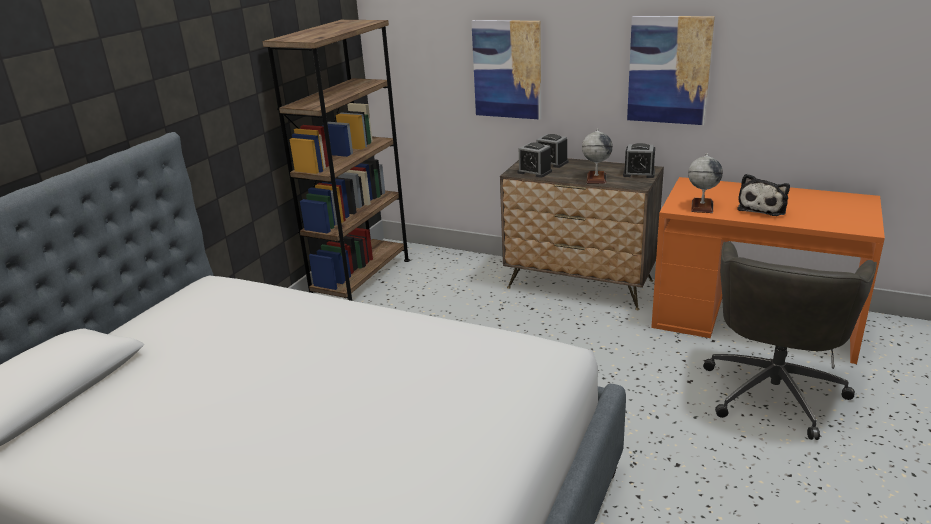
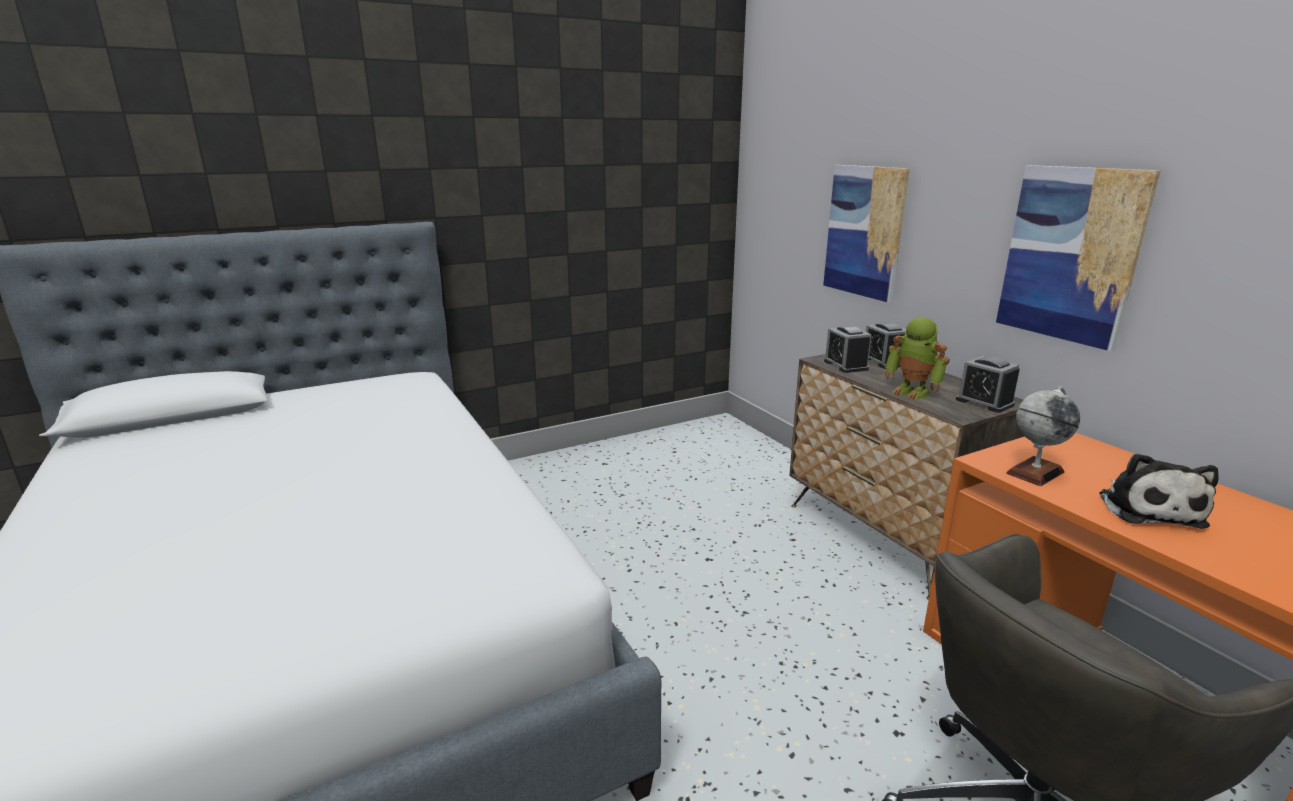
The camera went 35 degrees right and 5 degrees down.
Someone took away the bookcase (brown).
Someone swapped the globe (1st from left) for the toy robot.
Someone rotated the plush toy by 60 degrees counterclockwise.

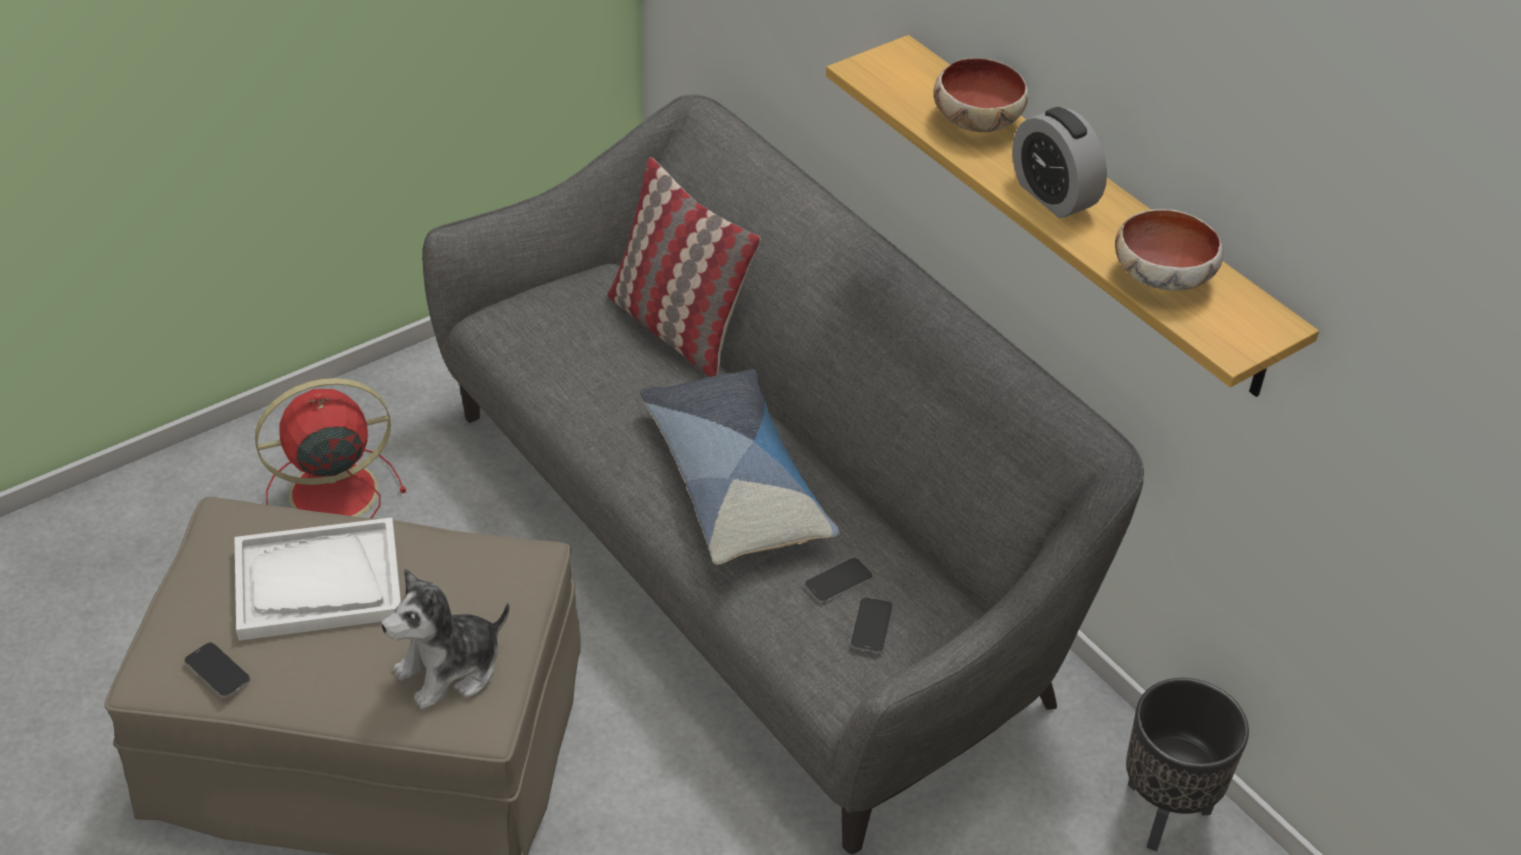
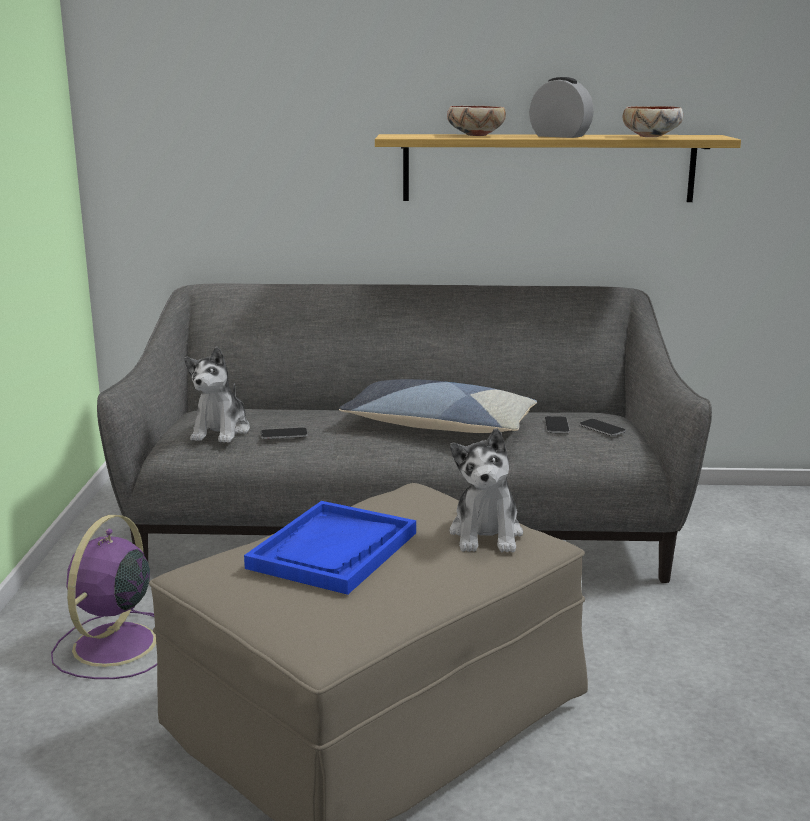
The camera went 50 degrees left and 25 degrees down.
Someone took away the pillow (1st from left).
Someone took away the planter (black).
Someone put down the plush toy (1st from left).
Someone carried the phone (1st from left).
Someone repainted the tray (white), which became the tray (blue).
Someone repainted the fan (red), which became the fan (purple).
Someone rotated the alarm clock by 150 degrees counterclockwise.

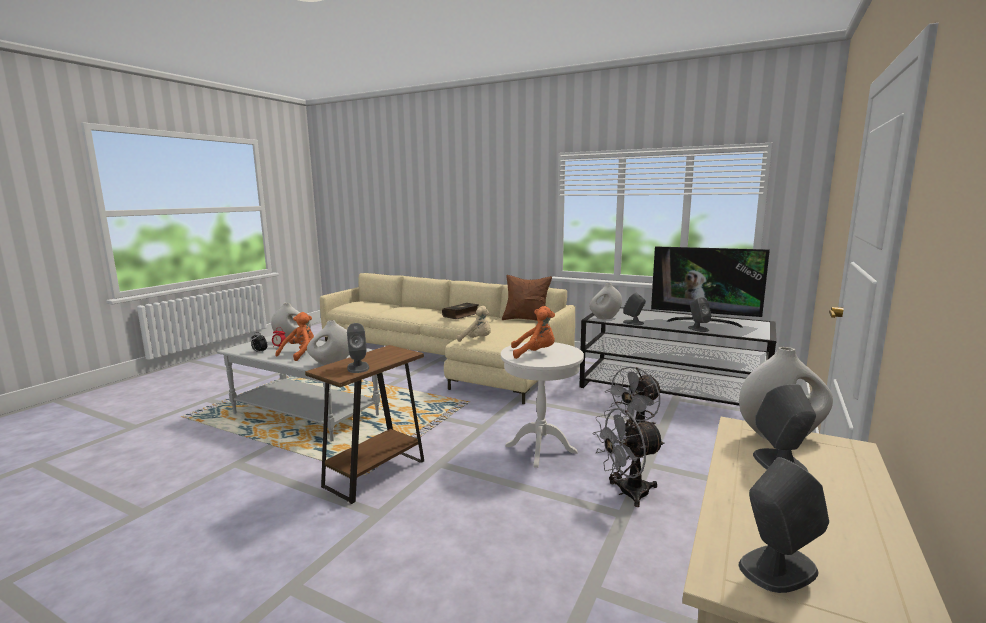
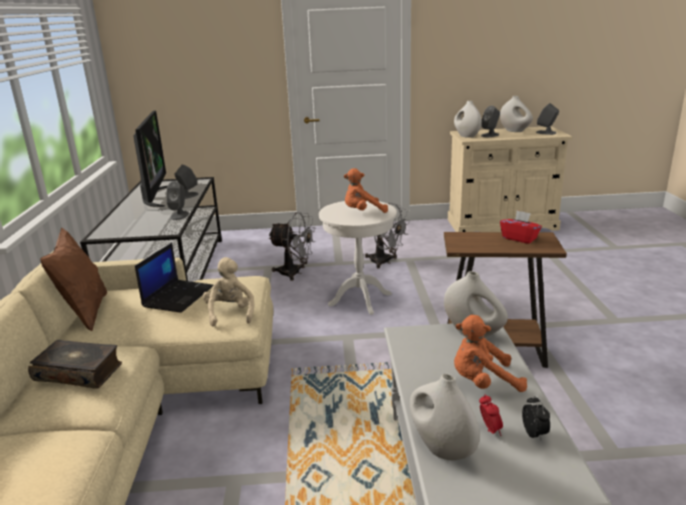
The camera went 120 degrees left and 10 degrees up.
Someone put down the laptop.
Someone carried the vase (white) (3rd from left in the first image).
Someone swapped the speaker (grey) (1st from left) for the tissue box (red).
Someone rotated the plush toy (orange) (2nd from left in the first image) by 75 degrees counterclockwise.

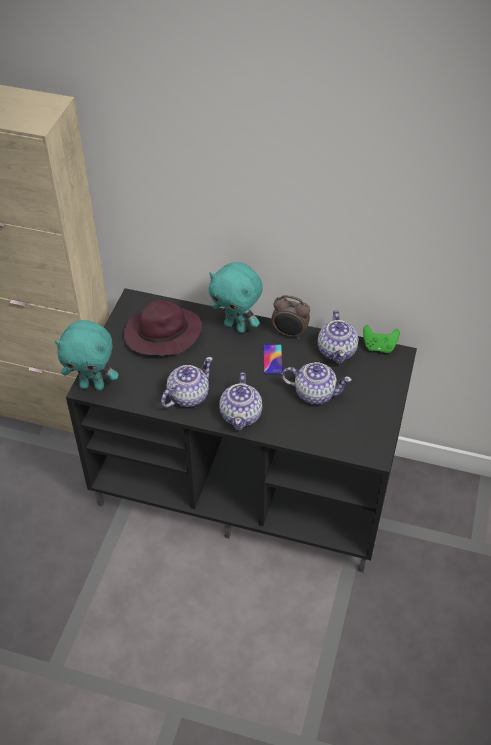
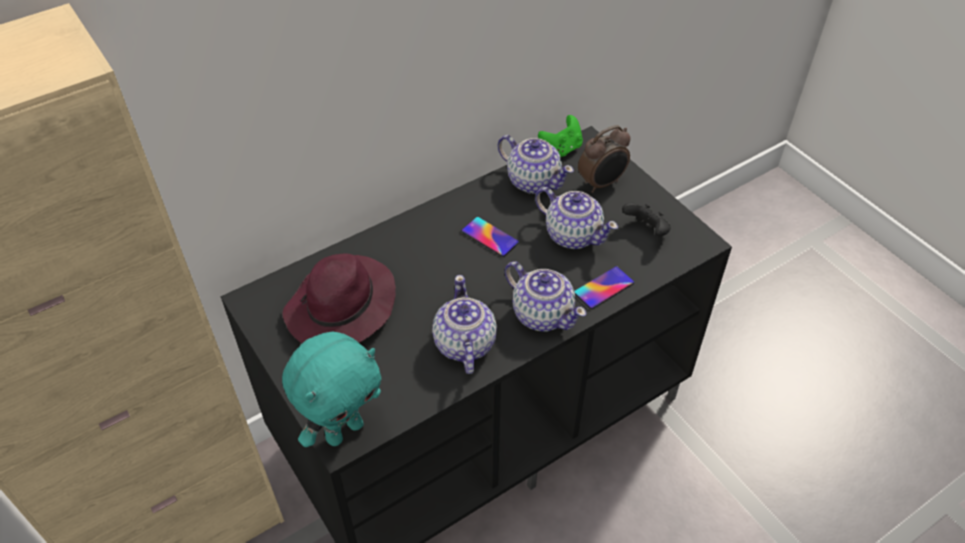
The camera went 50 degrees left and 0 degrees up.
Someone took away the plush toy (turquoise) (2nd from left).
Someone put down the phone (2nd from left).
Someone put down the game controller (black).
Someone carried the alarm clock.
Someone rotated the teapot (3rd from left in the first image) by 75 degrees clockwise.

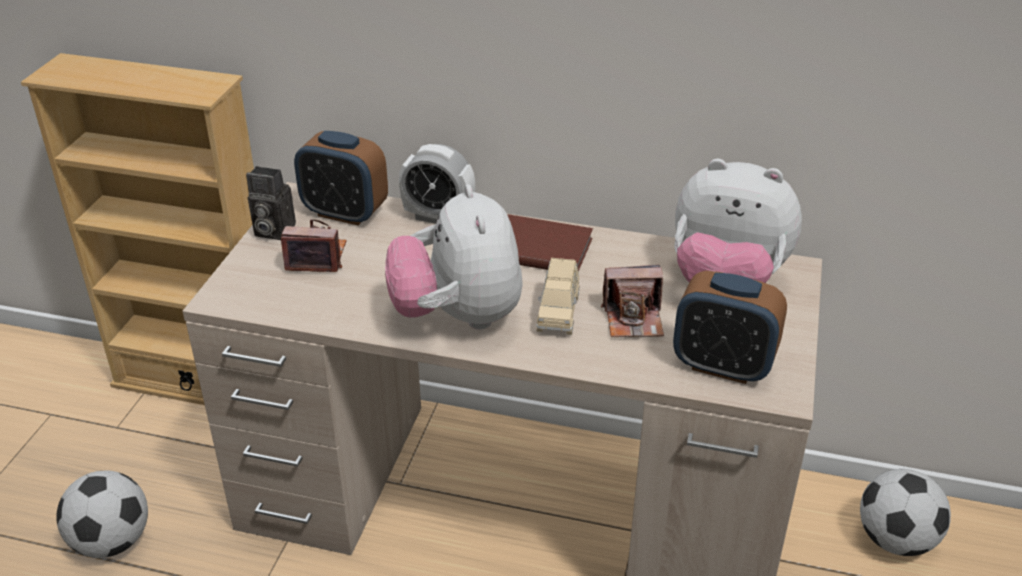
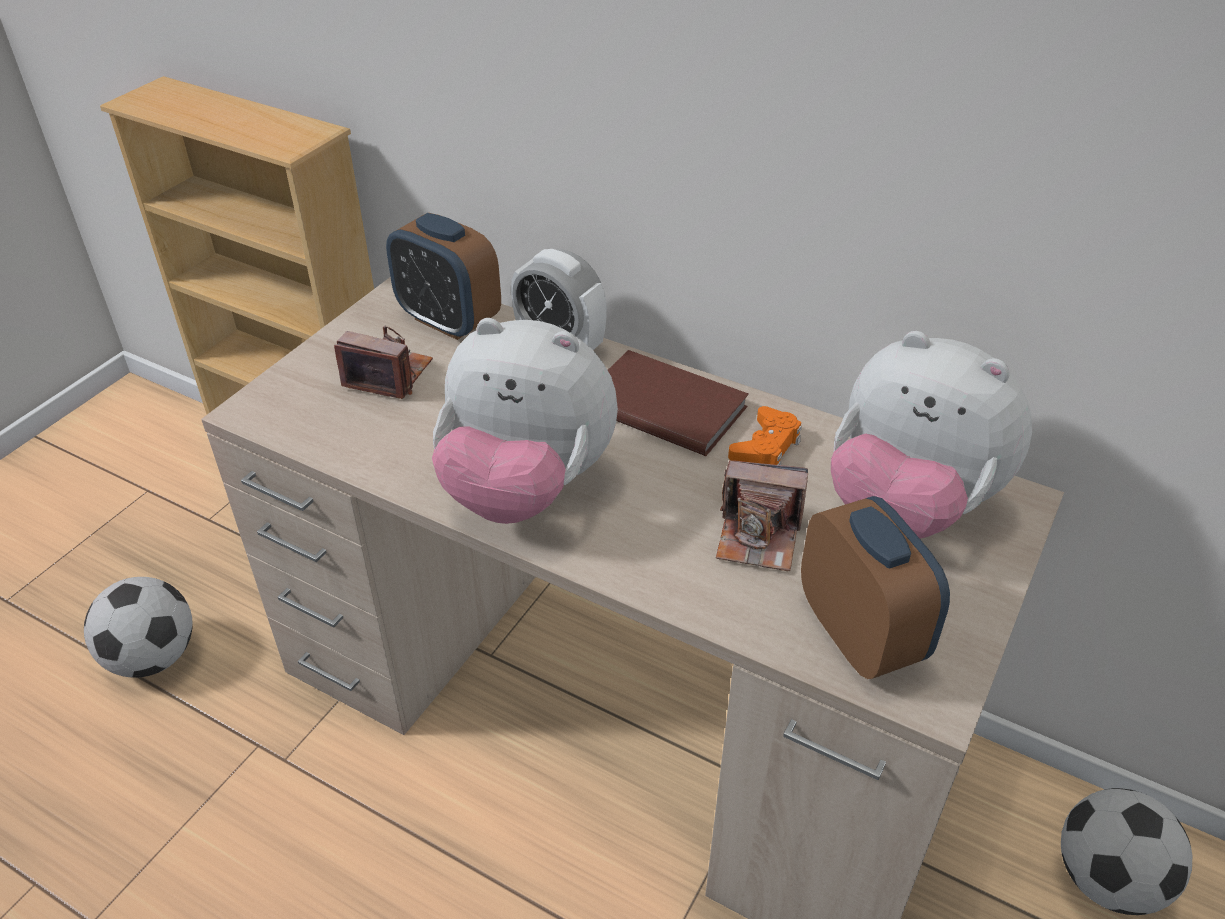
The camera went 15 degrees right and 5 degrees up.
Someone took away the photo camera (1st from left).
Someone took away the toy car (beige).
Someone put down the game controller (orange).
Someone rotated the plush toy (1st from left) by 75 degrees counterclockwise.
Someone rotated the alarm clock (3rd from left) by 150 degrees counterclockwise.

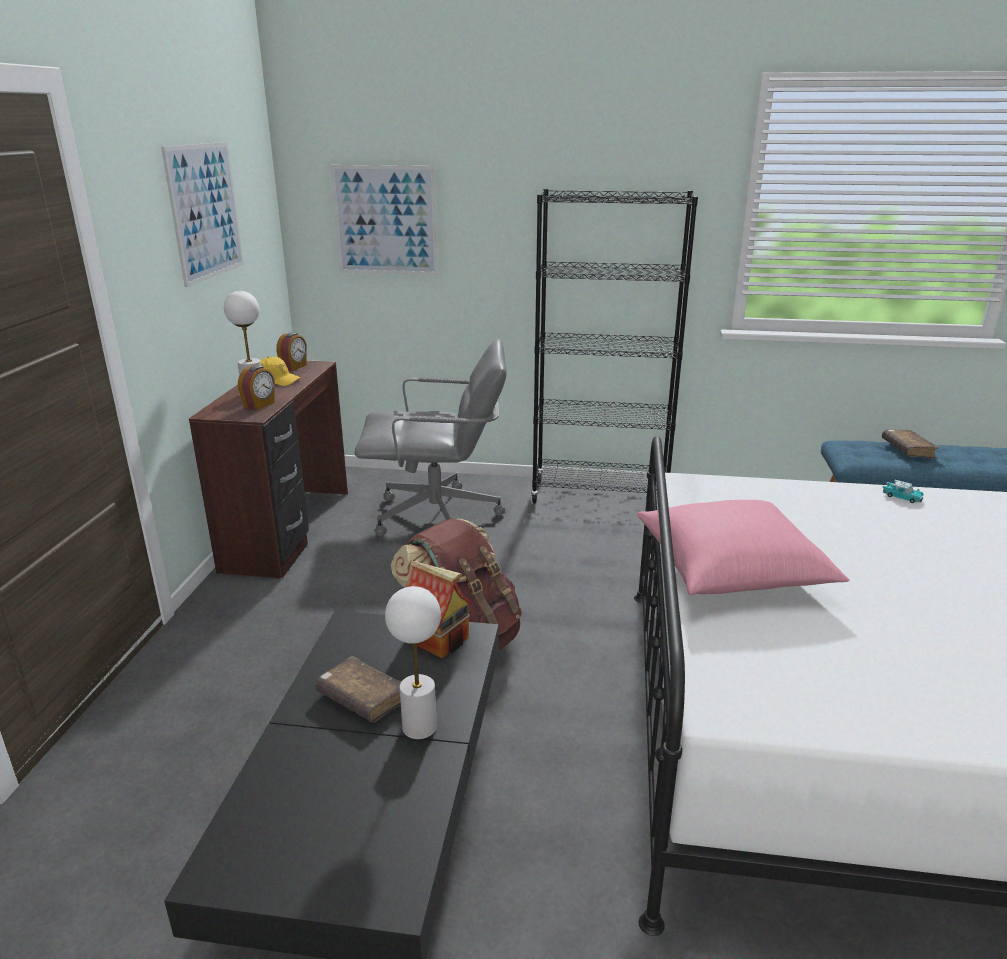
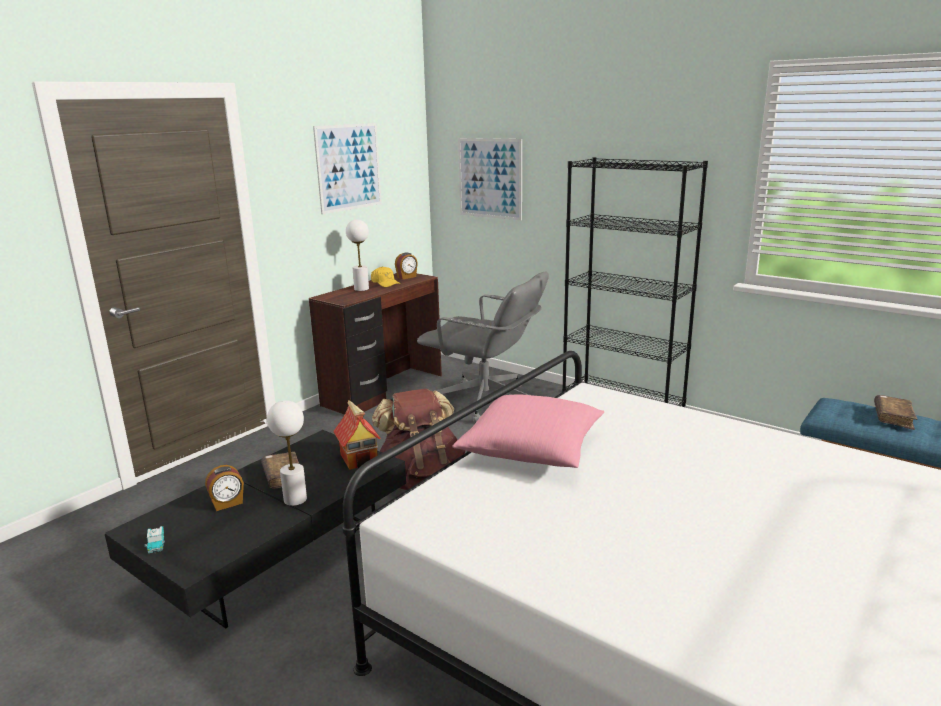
The camera went 30 degrees right and 5 degrees down.
Someone carried the alarm clock (1st from left).
Someone carried the toy car.

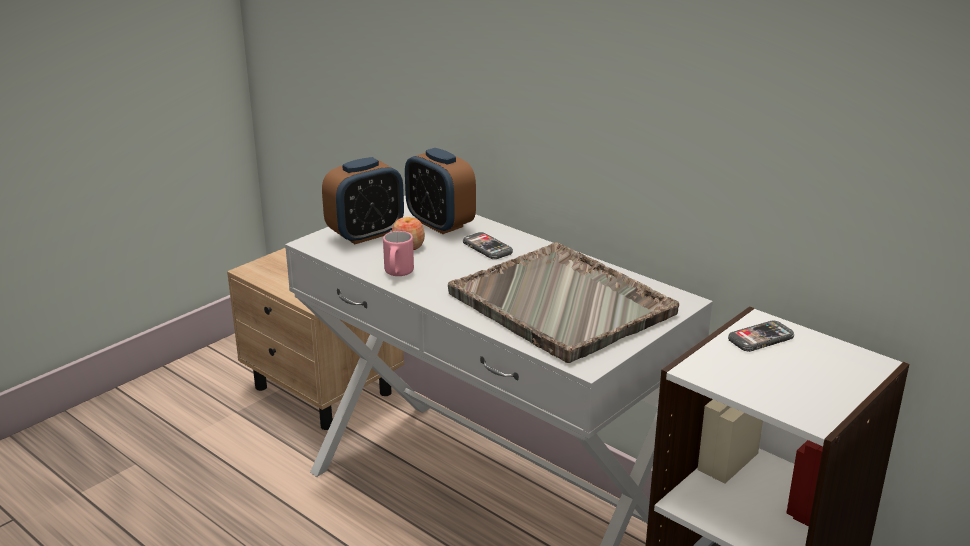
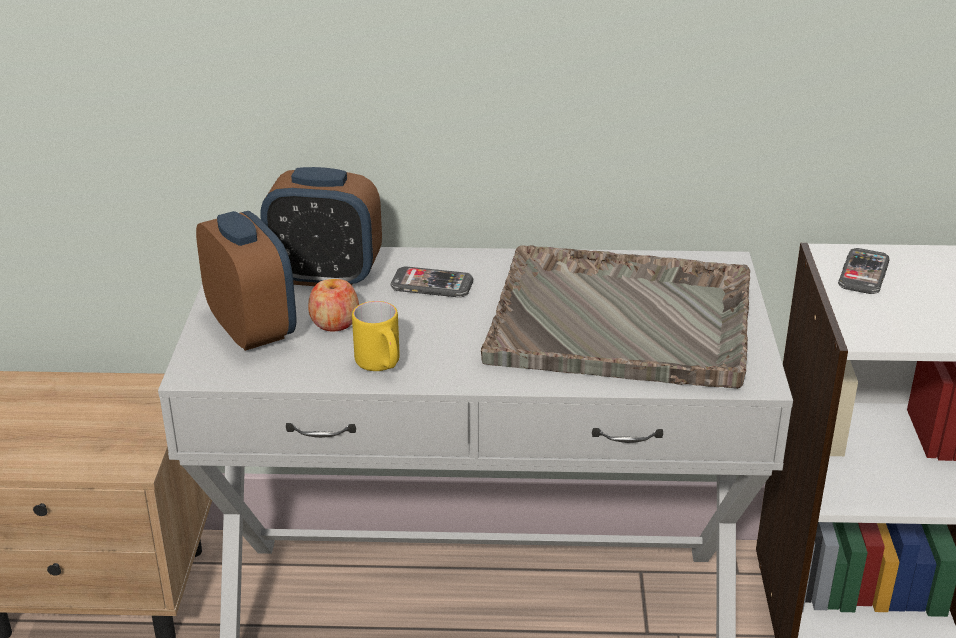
The camera went 40 degrees left and 5 degrees up.
Someone repainted the mug (pink), which became the mug (yellow).
Someone rotated the alarm clock (1st from left) by 45 degrees counterclockwise.

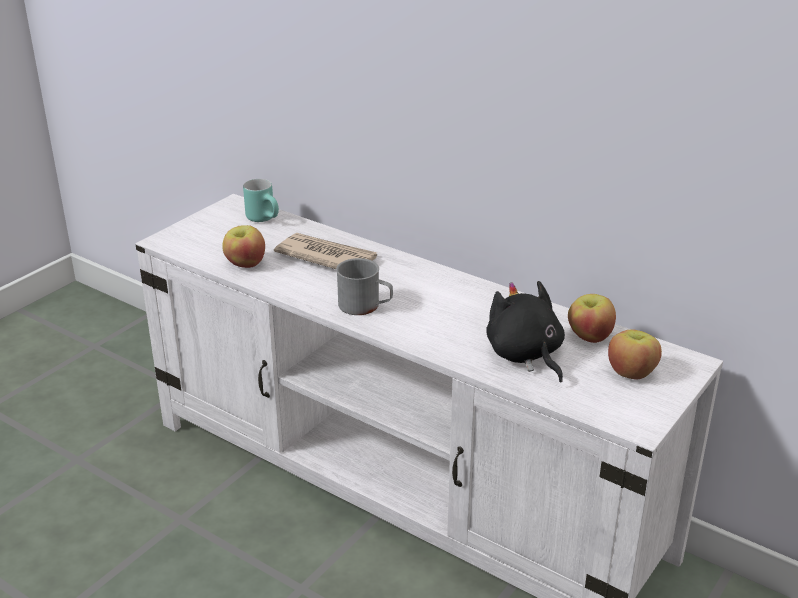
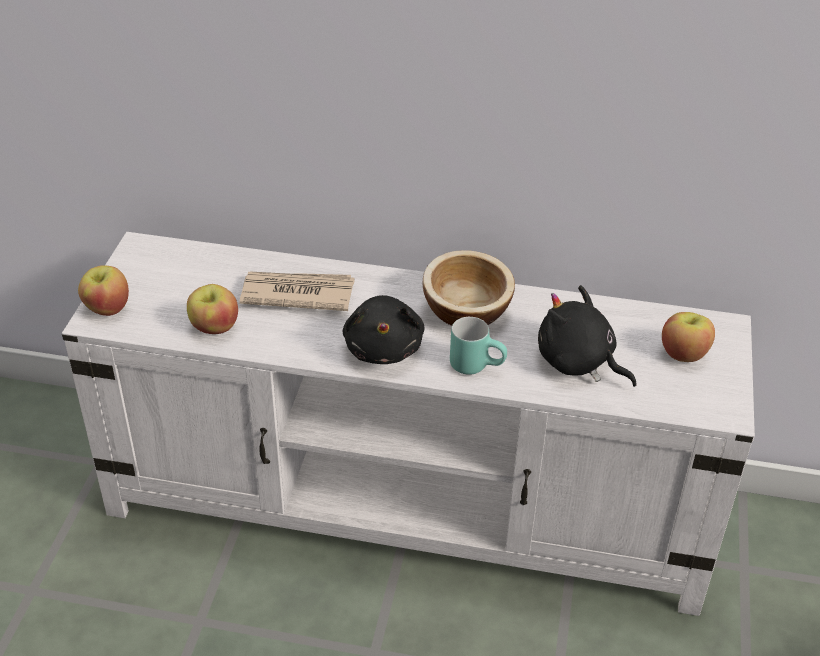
The camera went 25 degrees left and 10 degrees up.
Someone put down the bowl.
Someone carried the mug (turquoise).
Someone carried the apple (2nd from left in the first image).
Someone swapped the mug (grey) for the plush toy (black) (1st from left).

